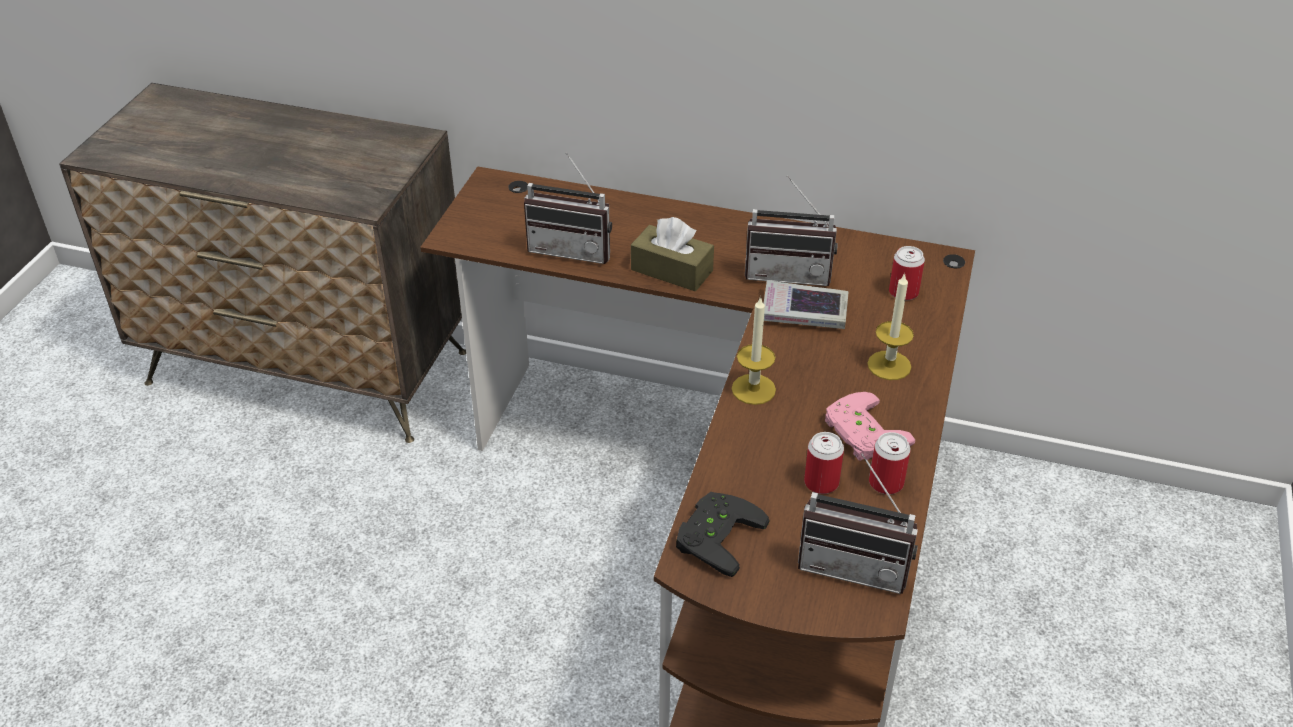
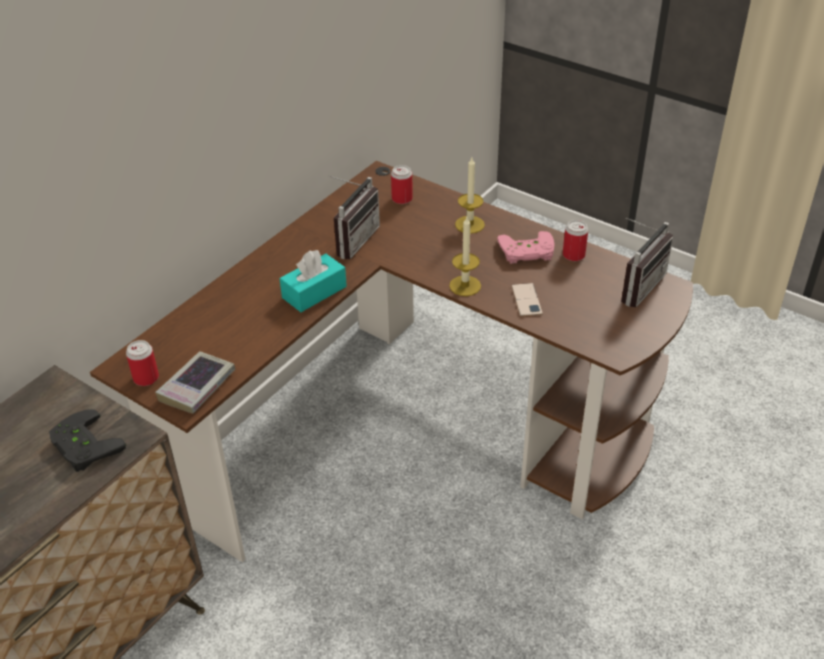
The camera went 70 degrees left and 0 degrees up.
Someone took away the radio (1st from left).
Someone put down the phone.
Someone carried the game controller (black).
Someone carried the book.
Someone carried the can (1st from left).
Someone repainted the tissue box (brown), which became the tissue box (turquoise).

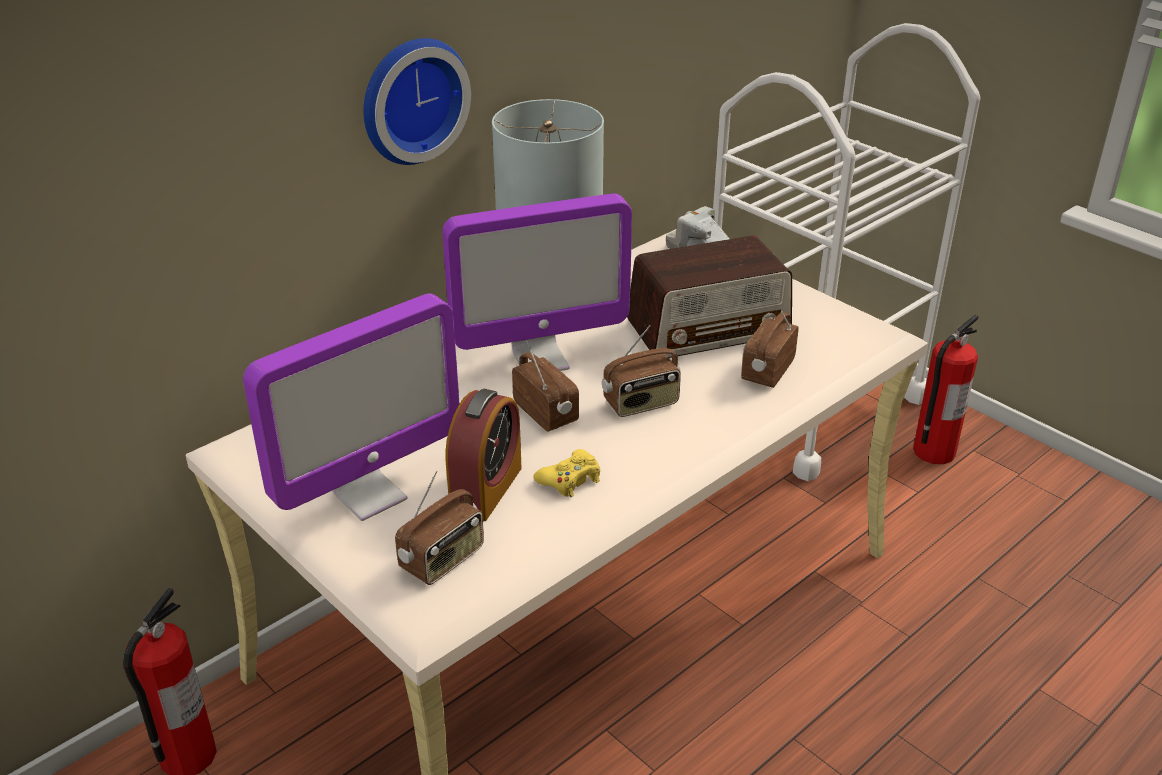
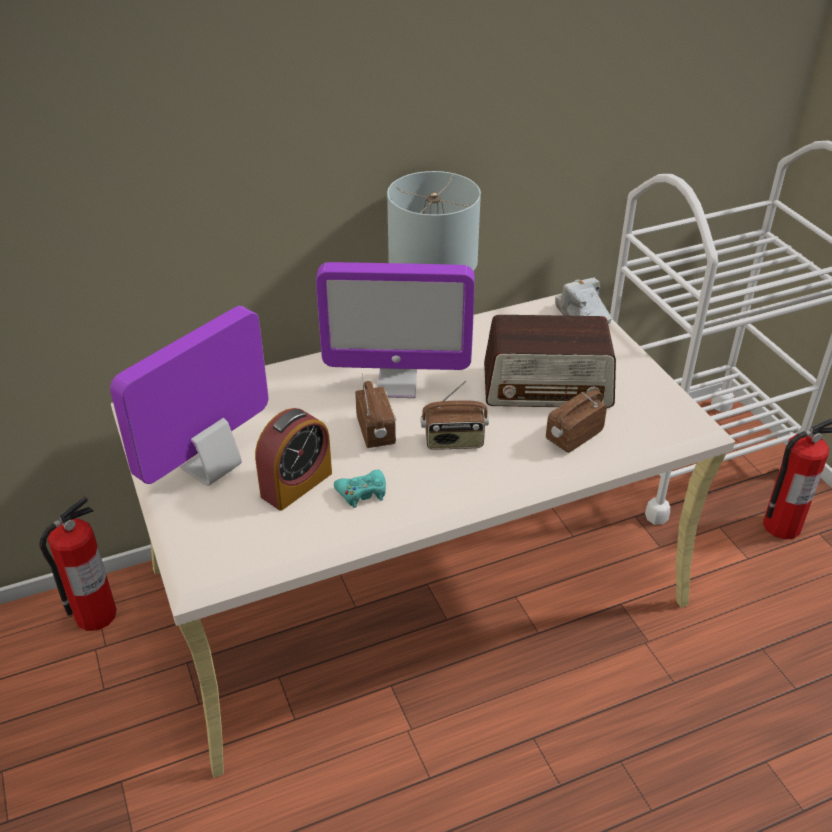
The camera went 20 degrees right and 5 degrees up.
Someone took away the wall clock.
Someone took away the radio (1st from left).
Someone repainted the game controller (yellow), which became the game controller (turquoise).
Someone rotated the monitor (1st from left) by 150 degrees clockwise.

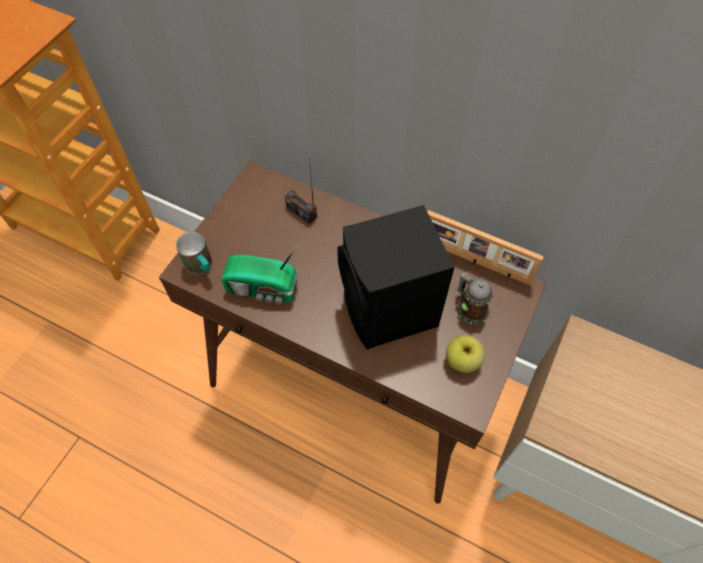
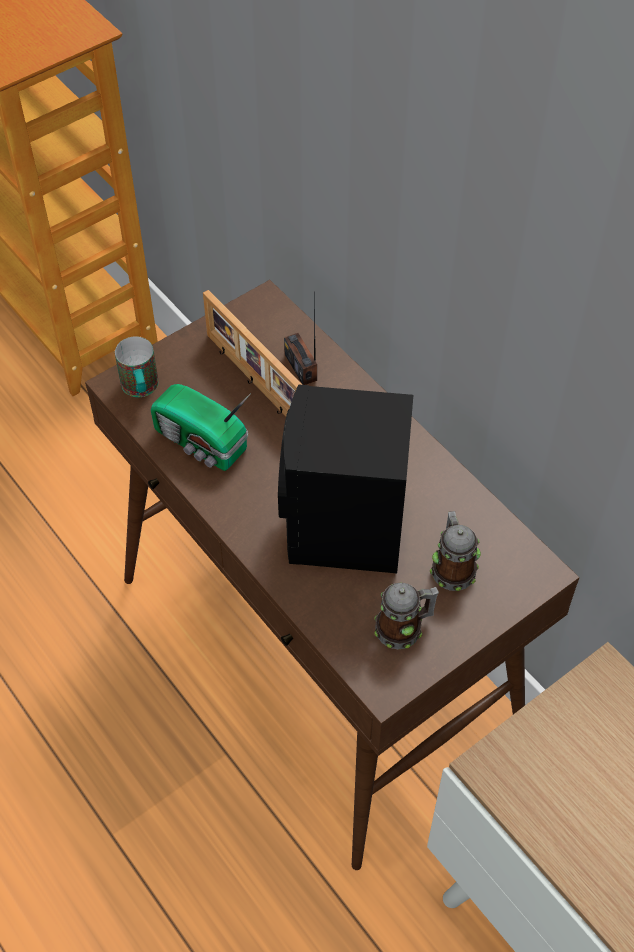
The camera went 25 degrees right and 5 degrees down.
Someone carried the picture frame.
Someone swapped the apple for the mug (2nd from left).

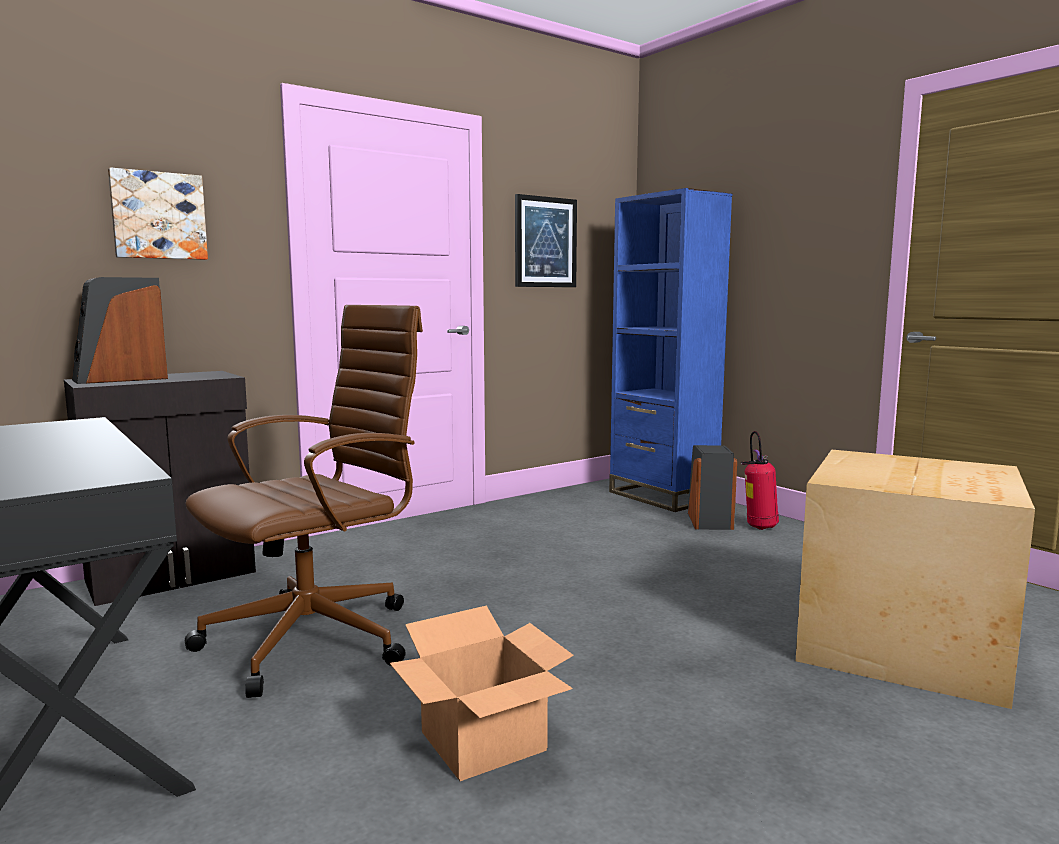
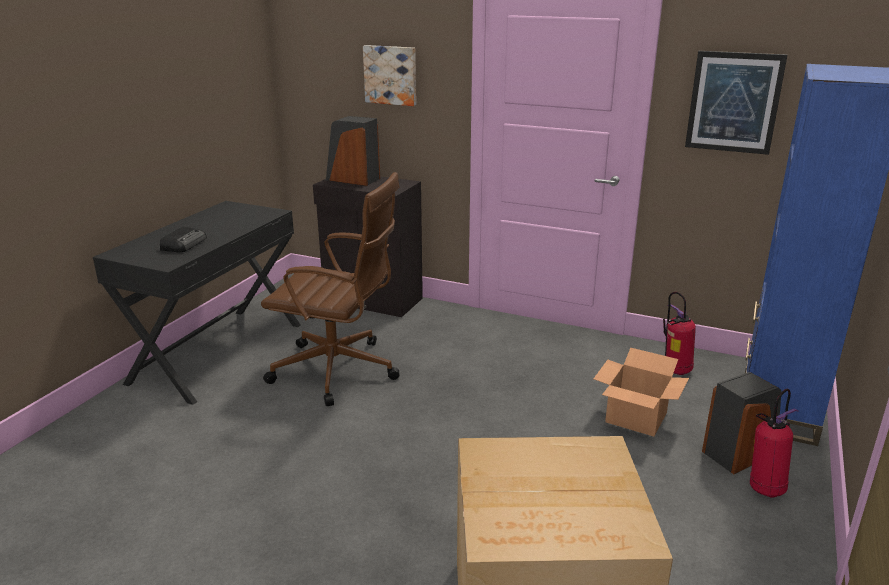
The camera went 60 degrees right and 15 degrees up.
Someone put down the radio.
Someone put down the fire extinguisher (1st from left).
Someone carried the cardboard box (1st from left in the first image).

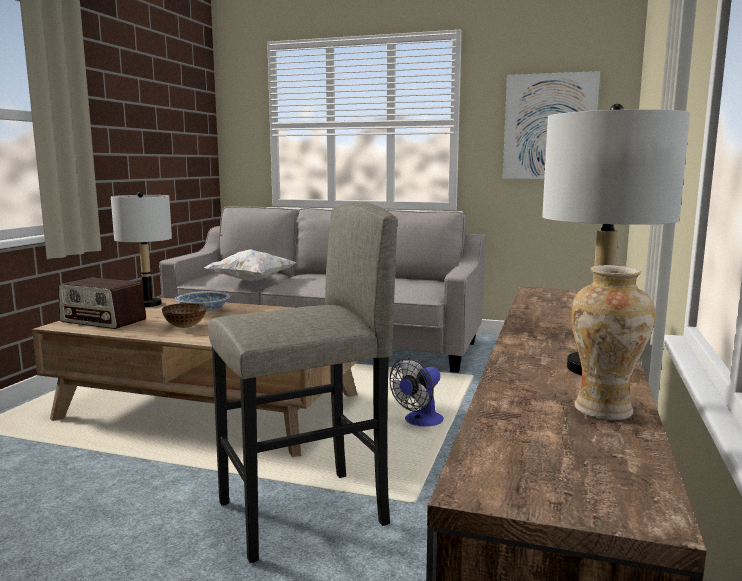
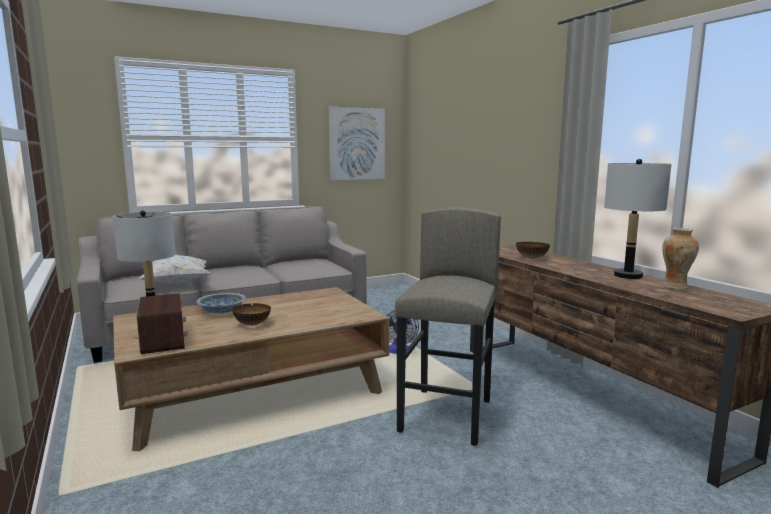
The camera went 45 degrees left and 0 degrees up.
Someone put down the bowl (3rd from left).
Someone rotated the radio by 90 degrees counterclockwise.

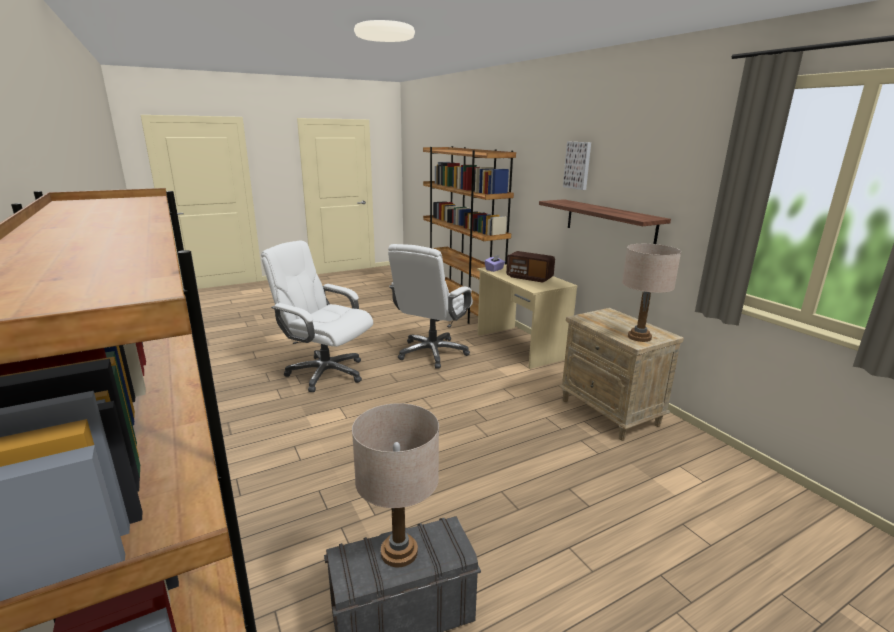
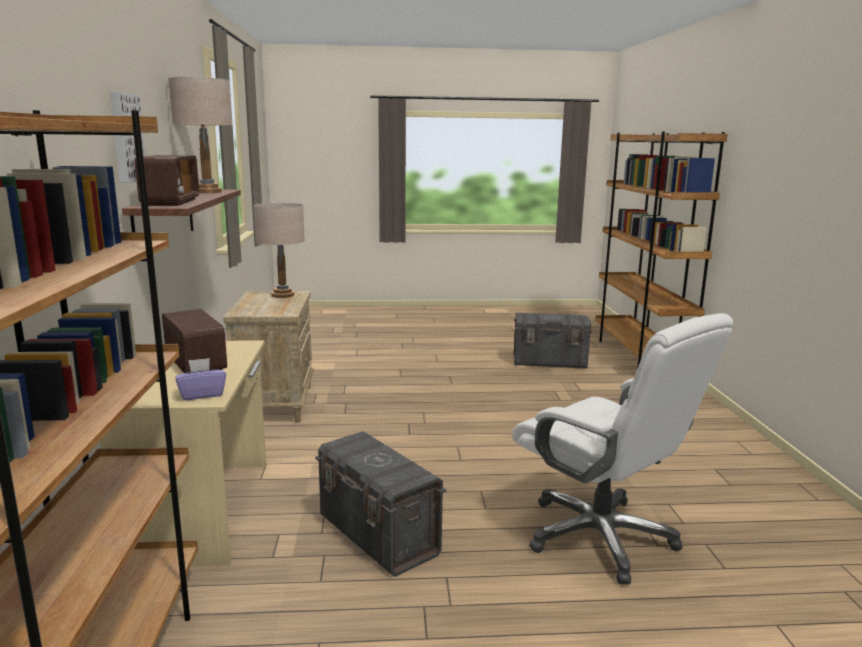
The camera went 155 degrees left and 5 degrees down.
Someone put down the radio (1st from left).
Someone carried the table lamp (beige) (1st from left).
Someone swapped the office chair (white) (2nd from left) for the storage box (grey) (1st from left).

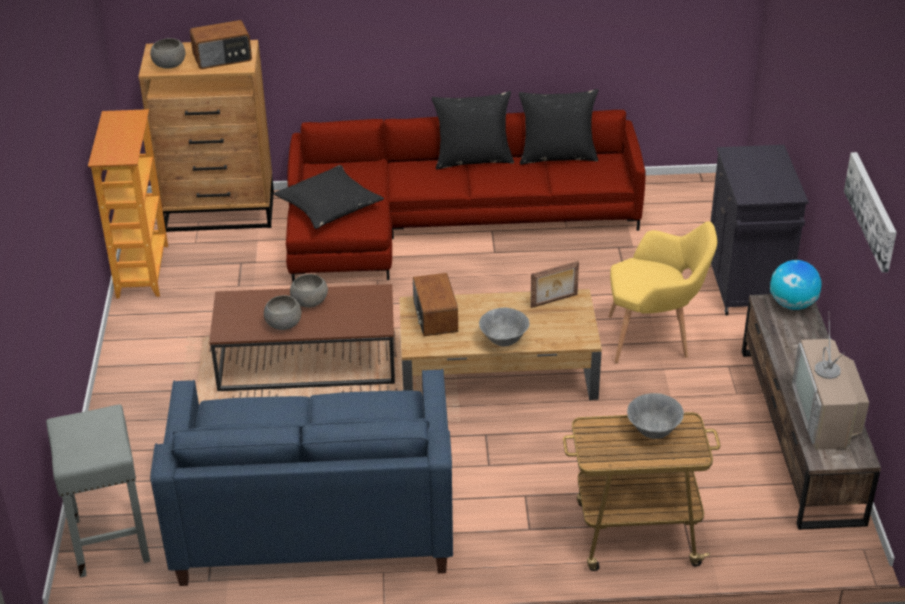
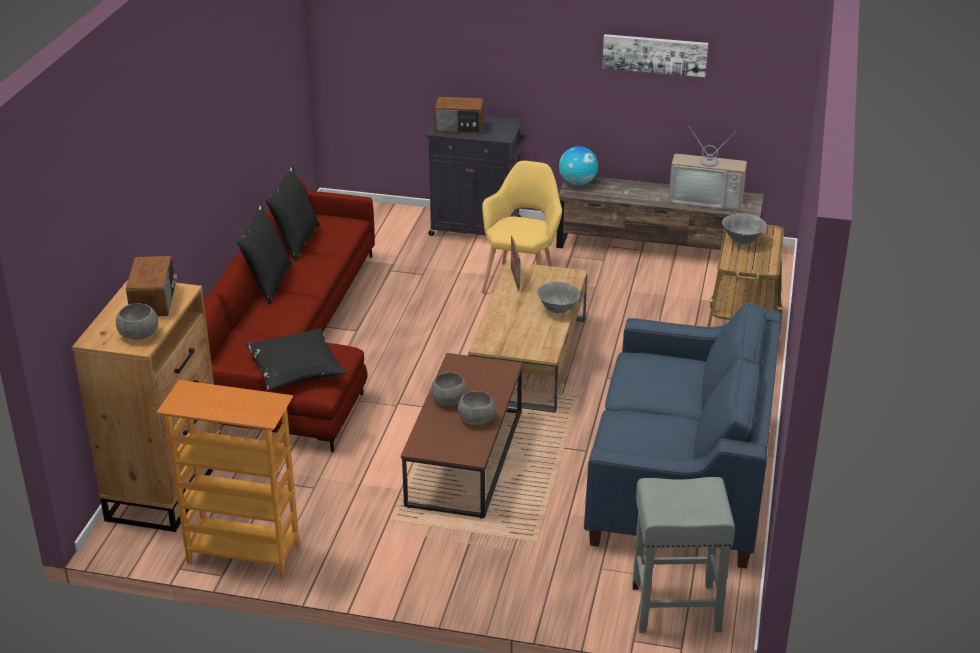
The camera went 75 degrees left and 5 degrees down.
Someone carried the radio (2nd from left).

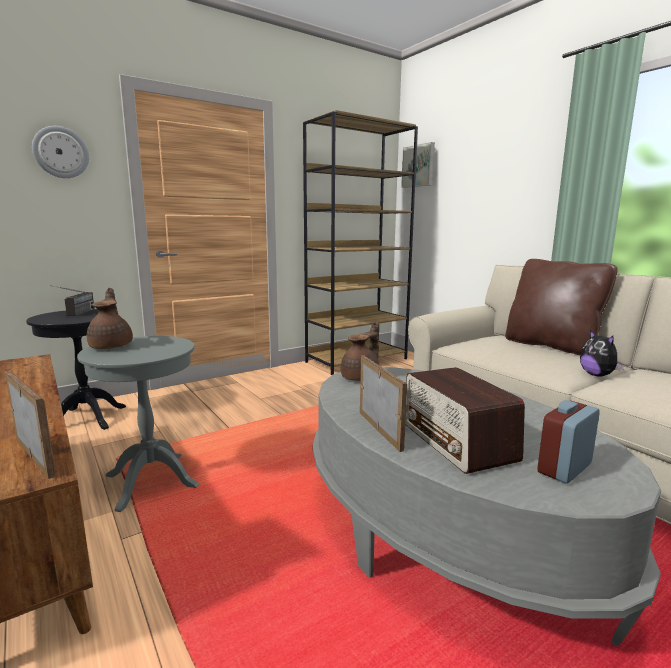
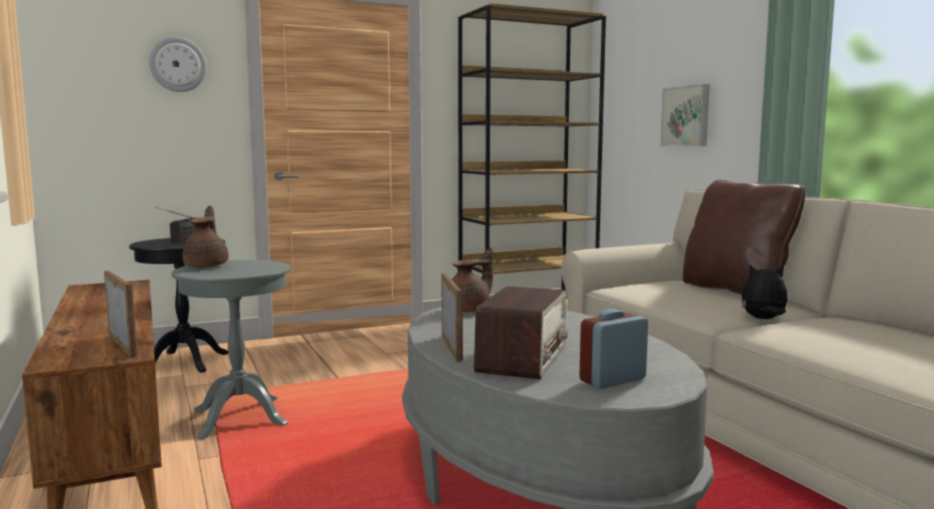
The camera went 10 degrees right and 5 degrees down.
Someone carried the picture.
Someone rotated the radio (2nd from left) by 150 degrees counterclockwise.
Someone rotated the plush toy by 105 degrees clockwise.

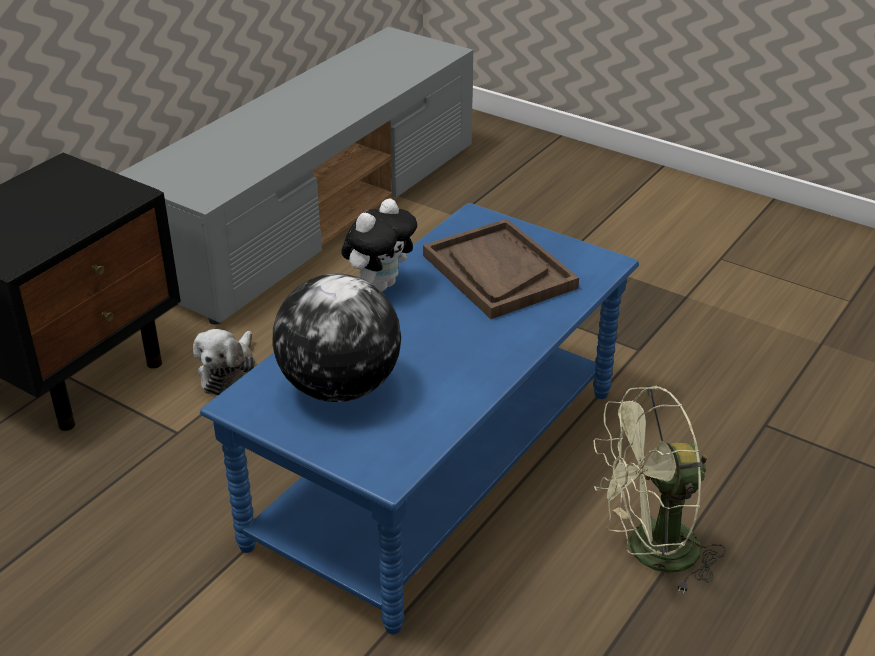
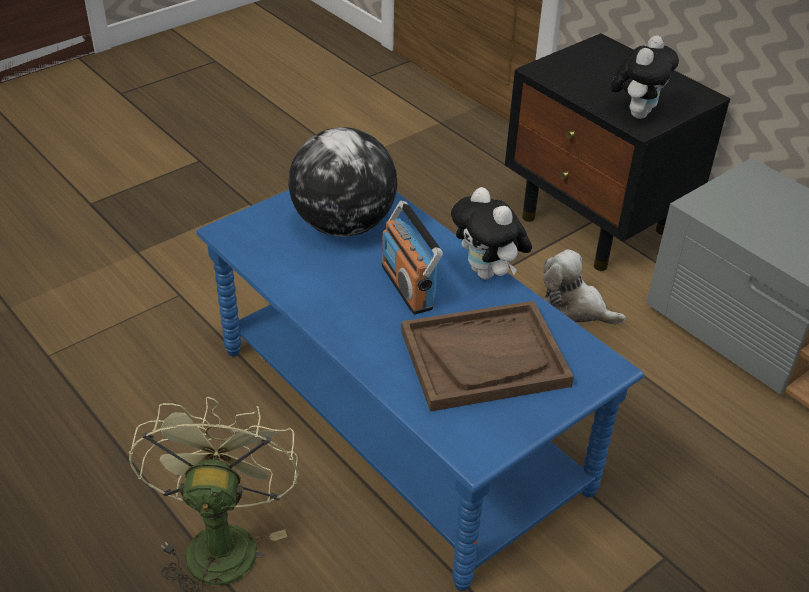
The camera went 105 degrees right and 5 degrees up.
Someone put down the radio.
Someone put down the plush toy (3rd from left).

